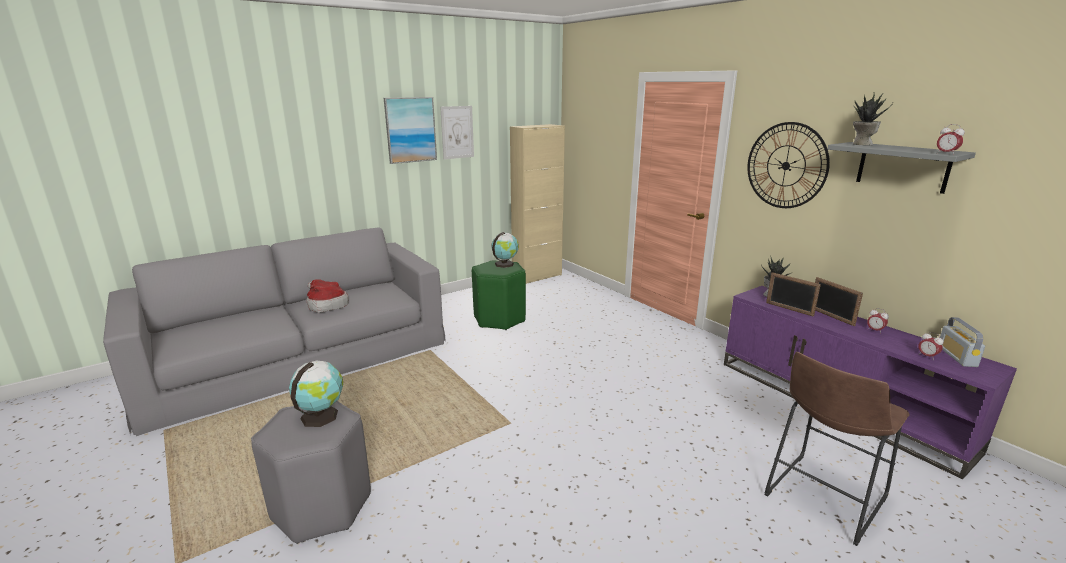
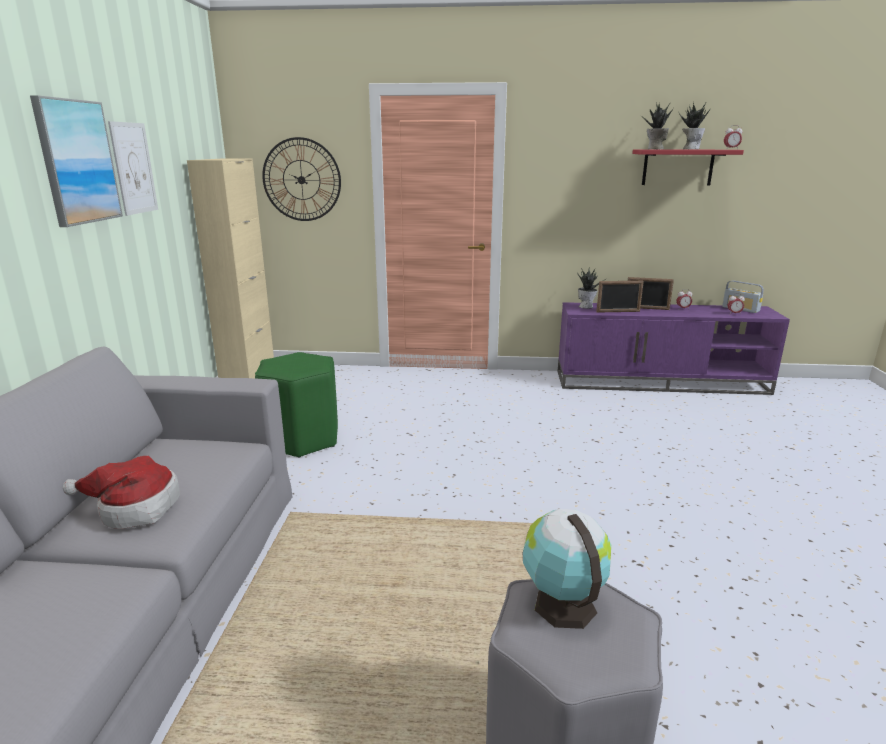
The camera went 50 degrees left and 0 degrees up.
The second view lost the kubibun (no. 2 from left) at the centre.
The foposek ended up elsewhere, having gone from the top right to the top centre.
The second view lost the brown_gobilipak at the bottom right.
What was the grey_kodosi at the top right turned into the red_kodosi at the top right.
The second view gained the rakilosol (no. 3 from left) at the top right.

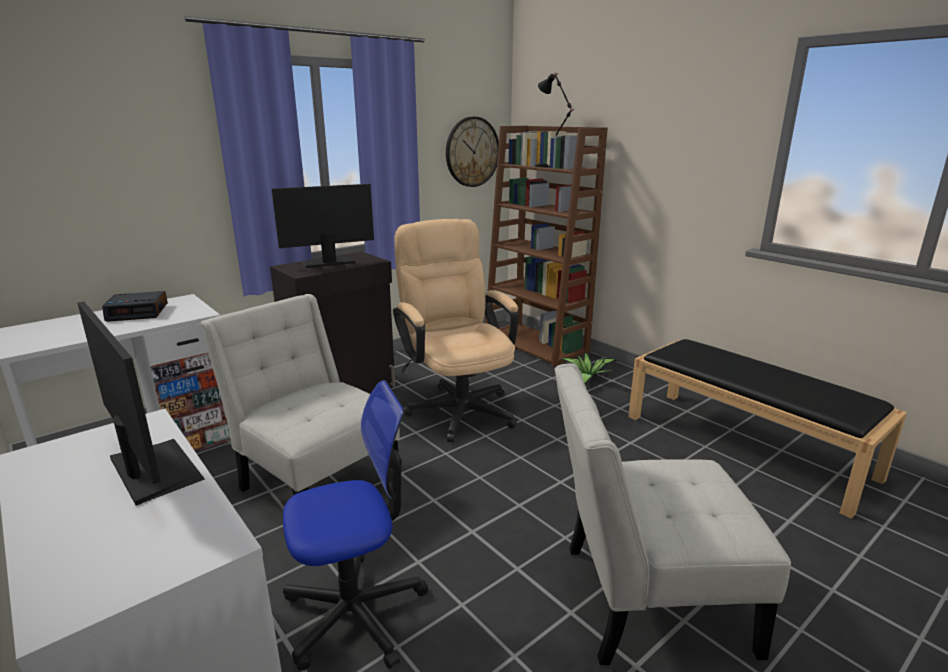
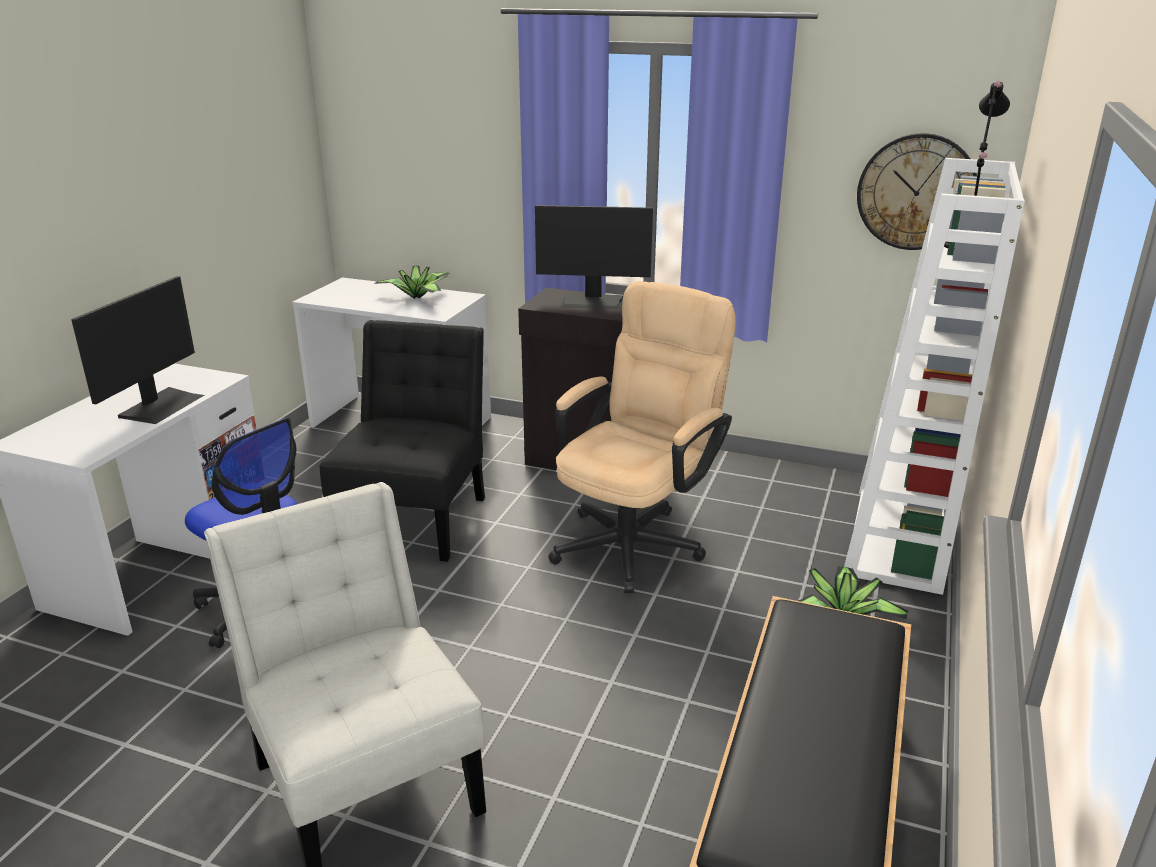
The camera went 60 degrees right and 5 degrees up.
Where the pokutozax stood at the middle left, the rakilosol (no. 1 from left) came to stand at the top centre.
What was the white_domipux (no. 1 from left) at the middle left turned into the black_domipux at the centre.
The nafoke (no. 2 from left) at the centre ended up facing another way, 150 degrees clockwise from before.
What was the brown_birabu at the centre turned into the white_birabu at the middle right.

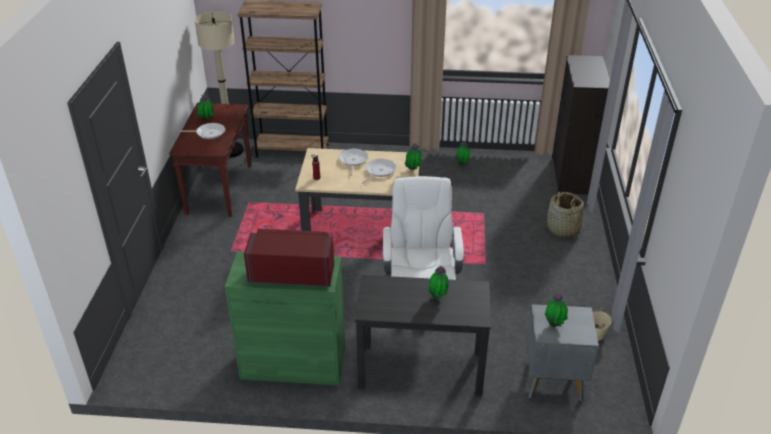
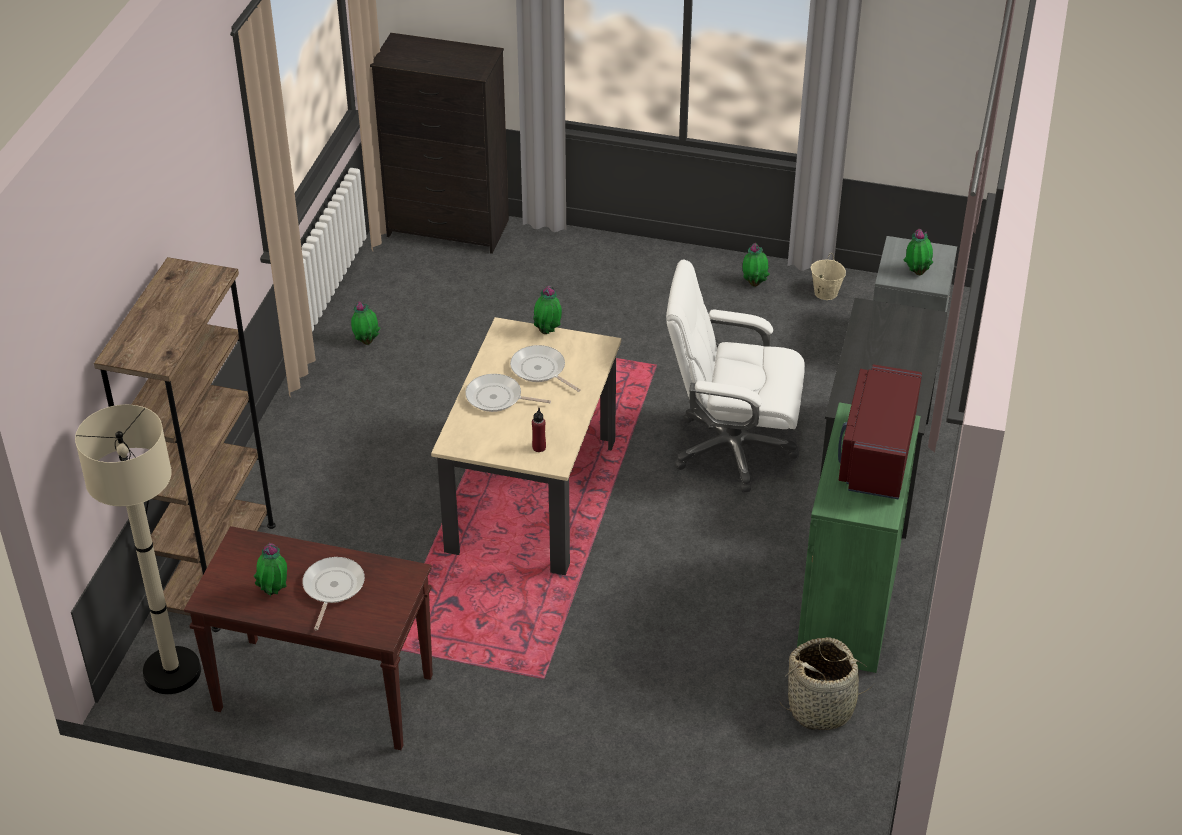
The camera went 80 degrees left and 5 degrees up.
The rakilosol (no. 3 from left in the first image) ended up elsewhere, having gone from the centre to the top centre.
The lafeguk ended up elsewhere, having gone from the middle right to the bottom right.

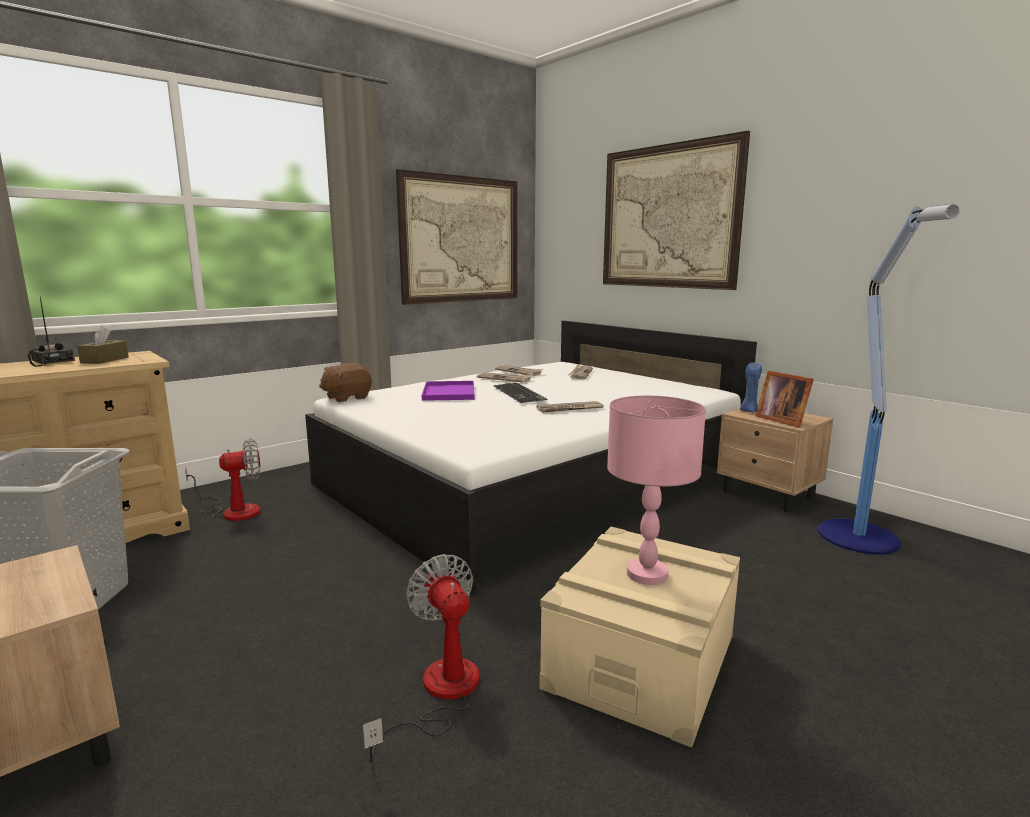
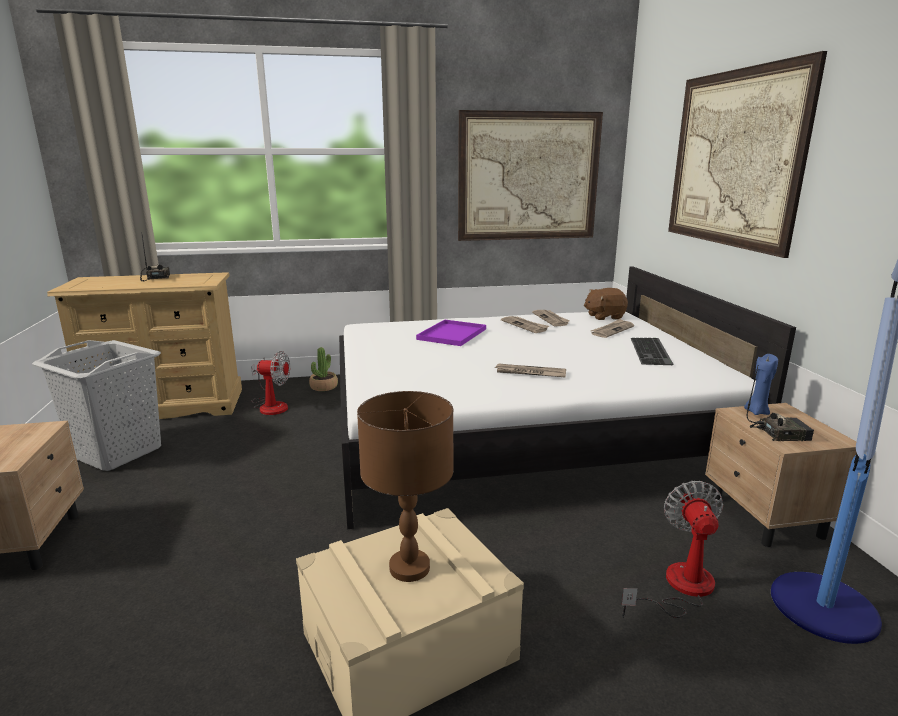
The camera went 30 degrees right and 5 degrees up.
The second view lost the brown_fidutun at the middle left.
The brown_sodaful ended up elsewhere, having gone from the centre to the middle right.
The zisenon (no. 2 from left) ended up elsewhere, having gone from the bottom centre to the bottom right.
The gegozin ended up elsewhere, having gone from the centre to the middle right.
What was the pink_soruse at the centre turned into the brown_soruse at the bottom centre.
Where the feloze stood at the middle right, the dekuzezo (no. 2 from left) came to stand at the middle right.
The second view gained the rakilosol at the centre.

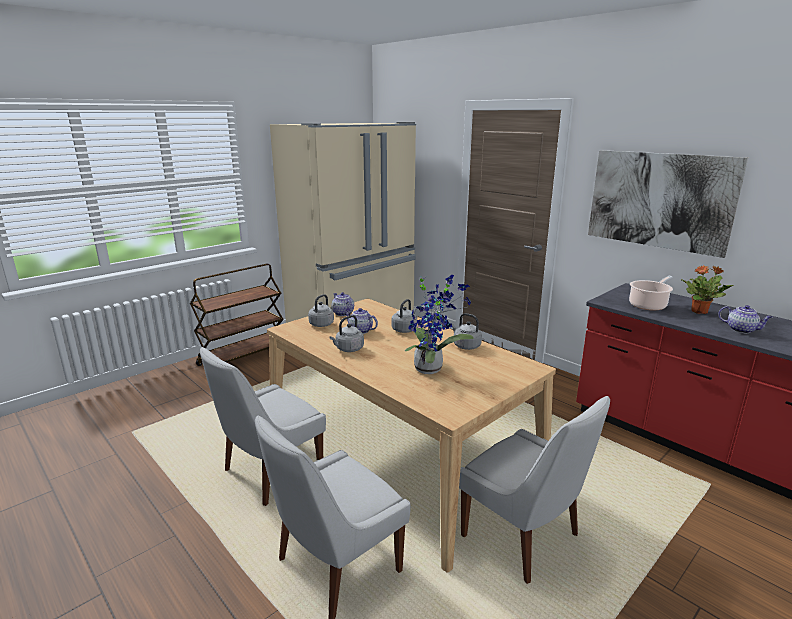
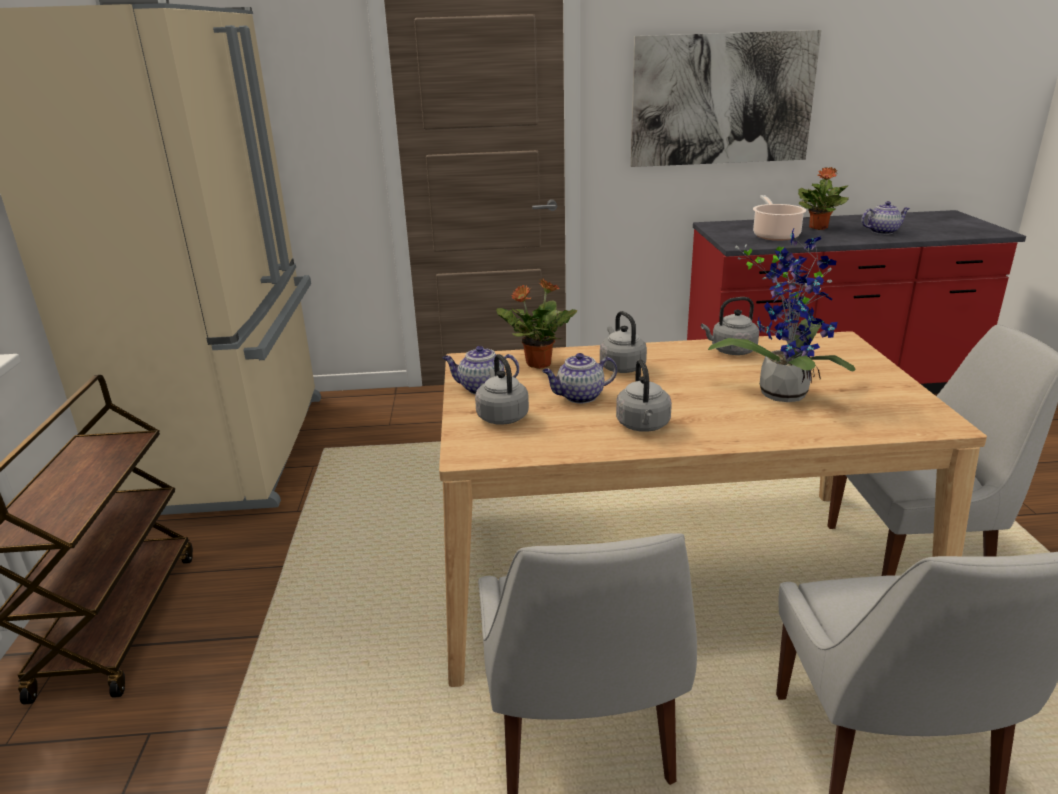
The camera went 50 degrees left and 5 degrees up.
The second view gained the rakilosol (no. 1 from left) at the centre.

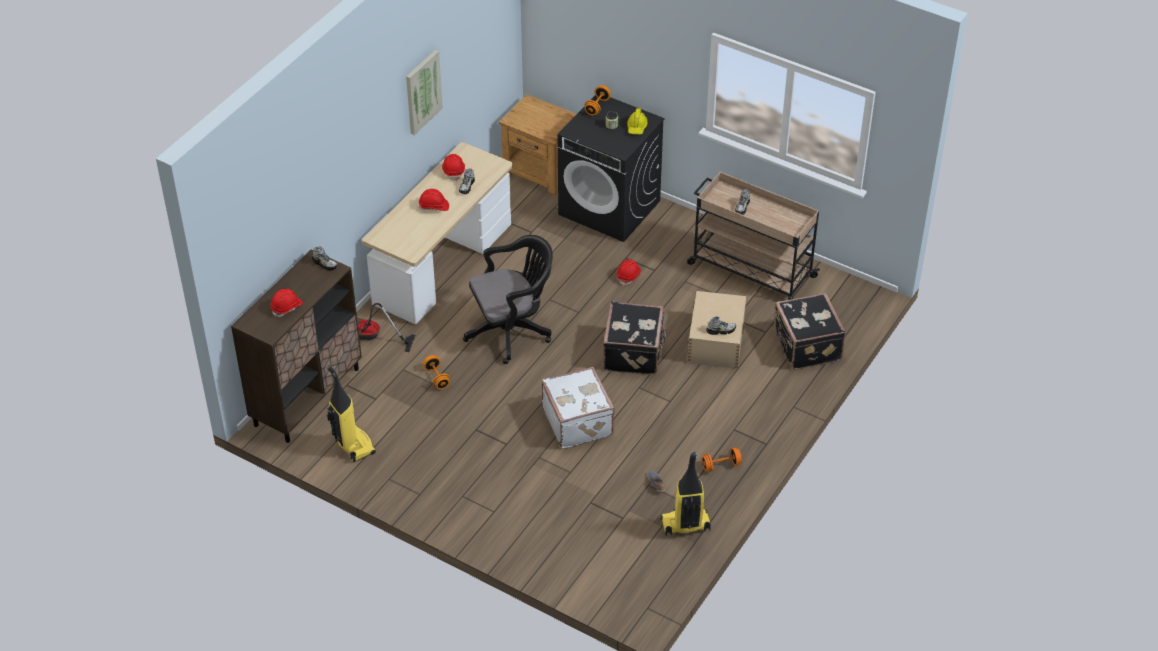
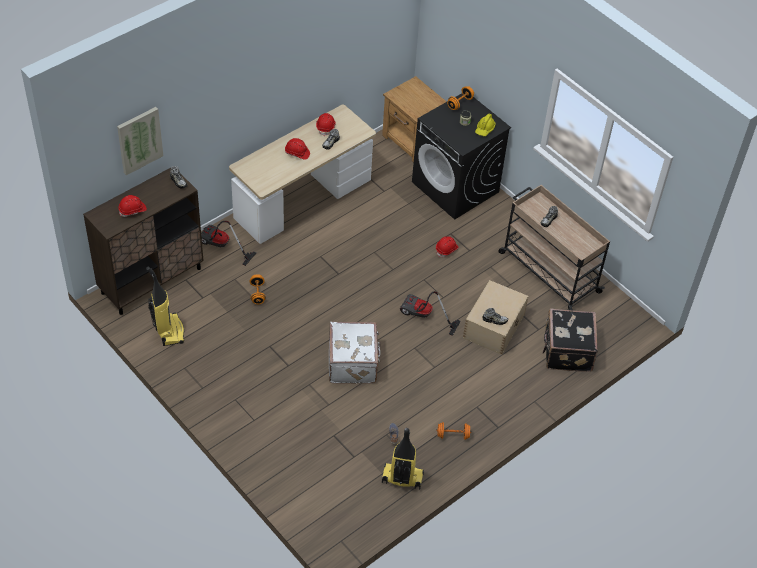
The camera went 15 degrees right and 5 degrees up.
The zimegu ended up elsewhere, having gone from the top centre to the top left.
The second view lost the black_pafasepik at the centre.
Where the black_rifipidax (no. 1 from left) stood at the centre, the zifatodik (no. 4 from left) came to stand at the centre.

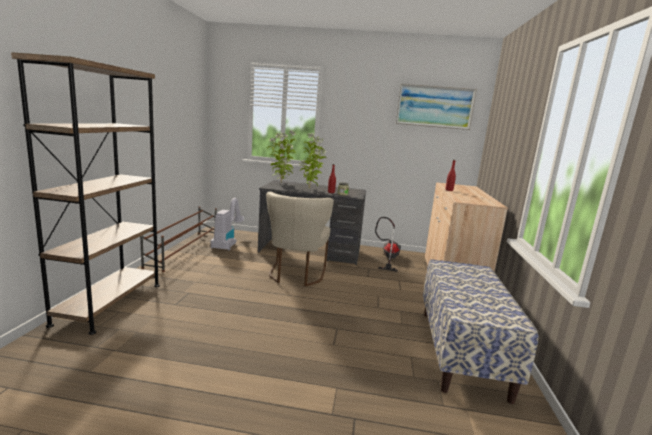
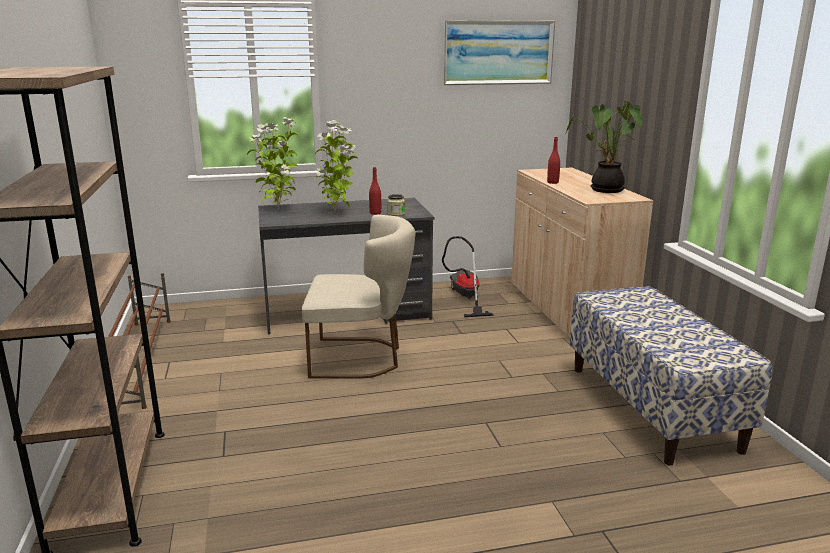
The camera went 20 degrees left and 5 degrees up.
The second view lost the zifatodik (no. 1 from left) at the centre.
The beige_domipux at the centre ended up facing another way, 75 degrees counterclockwise from before.
The second view gained the rakilosol (no. 3 from left) at the top right.

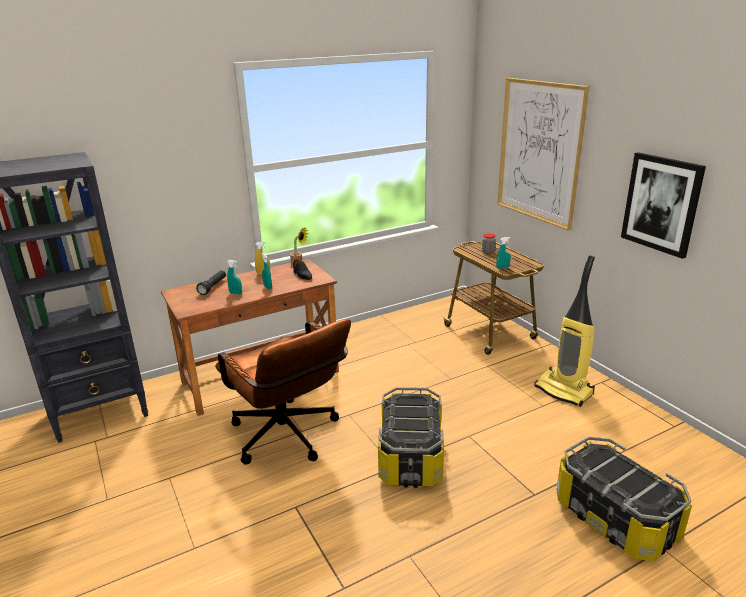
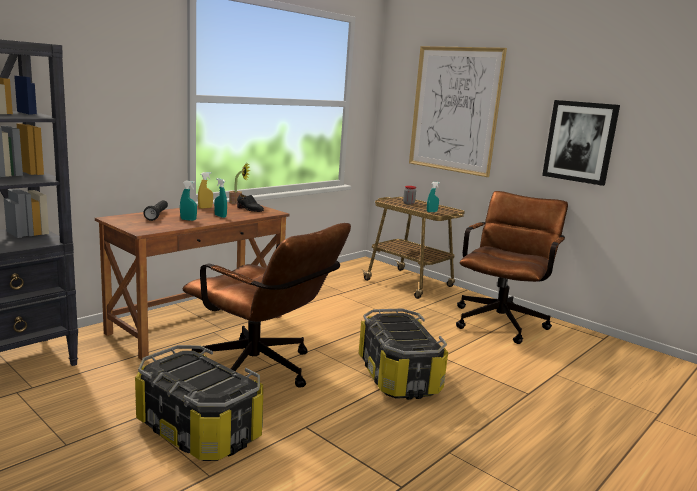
The camera went 20 degrees left and 10 degrees down.
Where the zifatodik stood at the middle right, the brown_pafasepik (no. 2 from left) came to stand at the middle right.
The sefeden (no. 2 from left in the first image) ended up elsewhere, having gone from the bottom right to the bottom left.

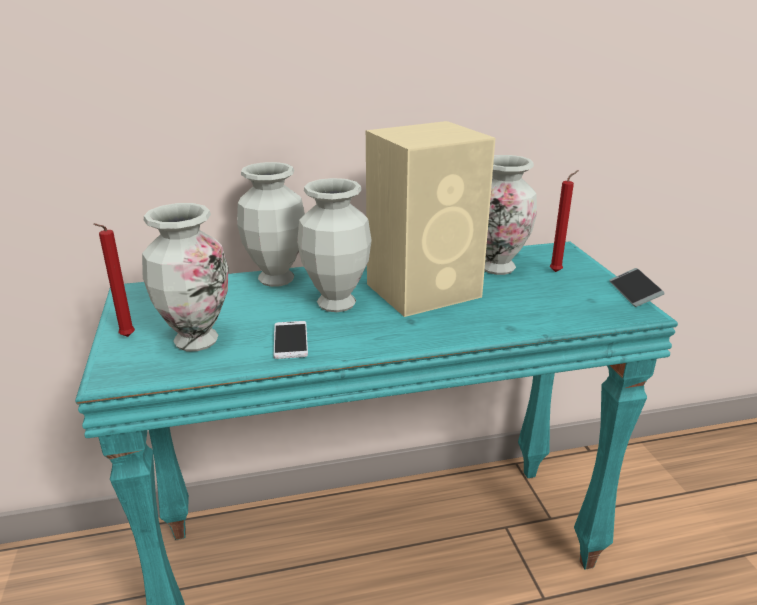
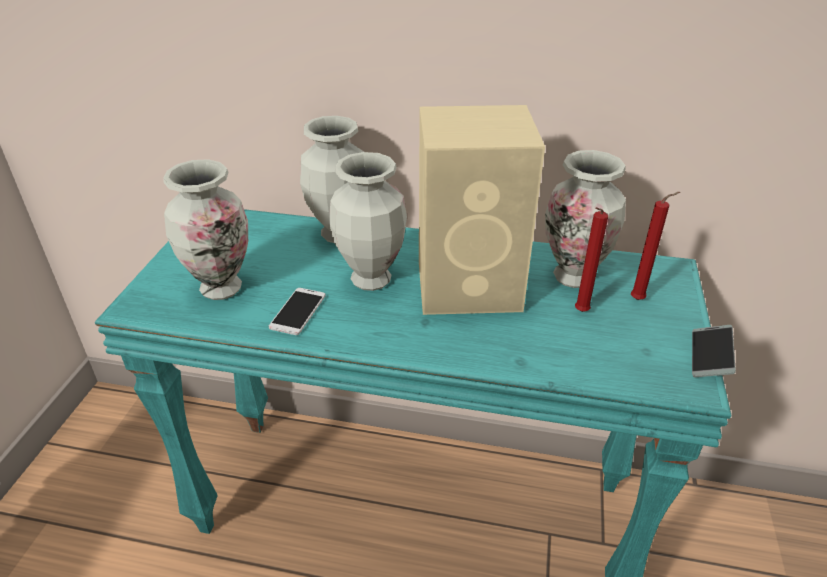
The camera went 25 degrees right and 10 degrees up.
The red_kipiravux (no. 1 from left) ended up elsewhere, having gone from the middle left to the middle right.

